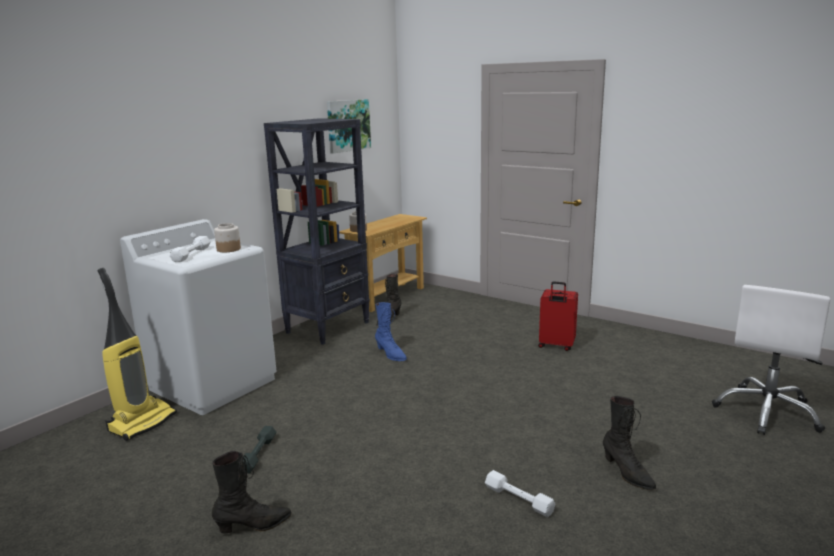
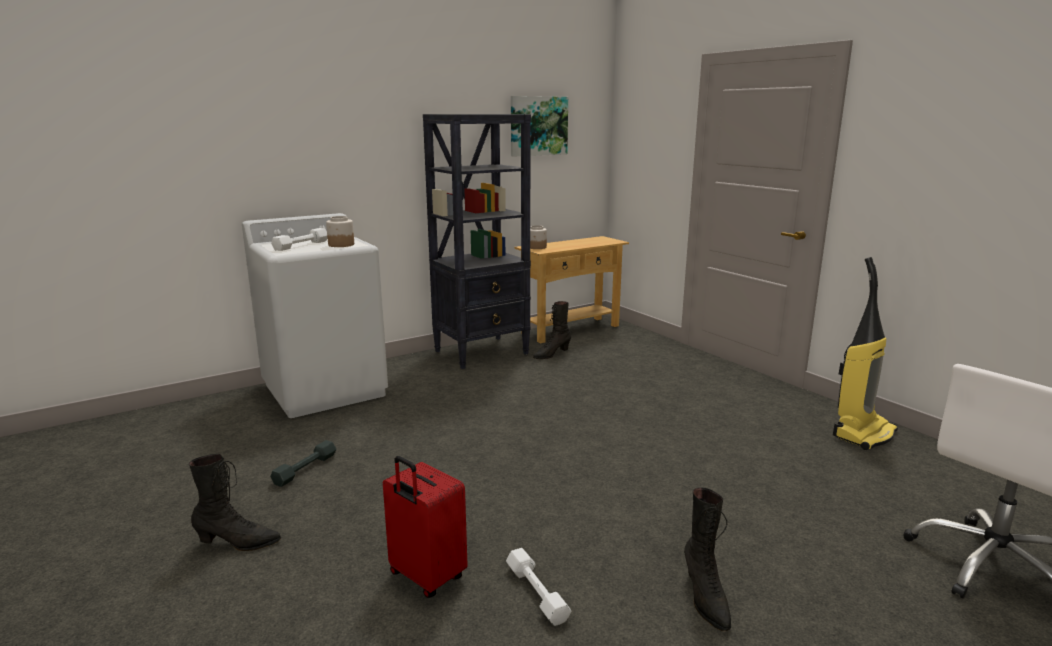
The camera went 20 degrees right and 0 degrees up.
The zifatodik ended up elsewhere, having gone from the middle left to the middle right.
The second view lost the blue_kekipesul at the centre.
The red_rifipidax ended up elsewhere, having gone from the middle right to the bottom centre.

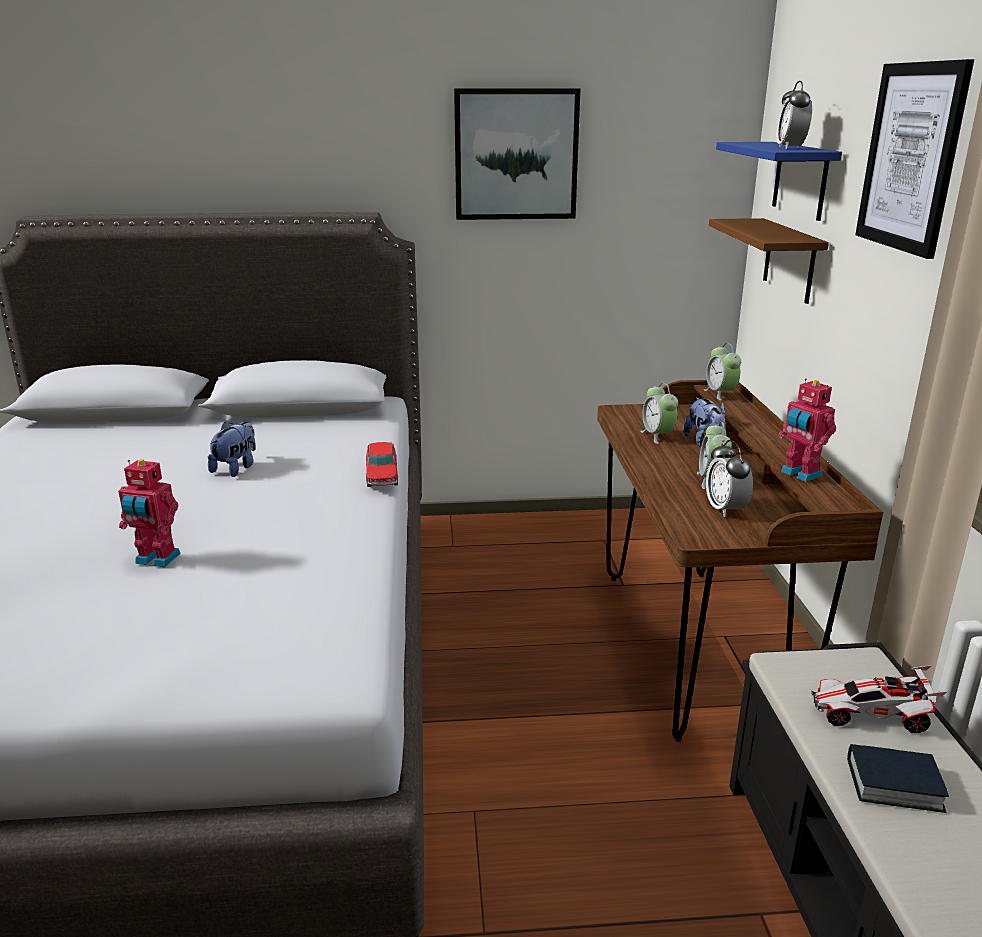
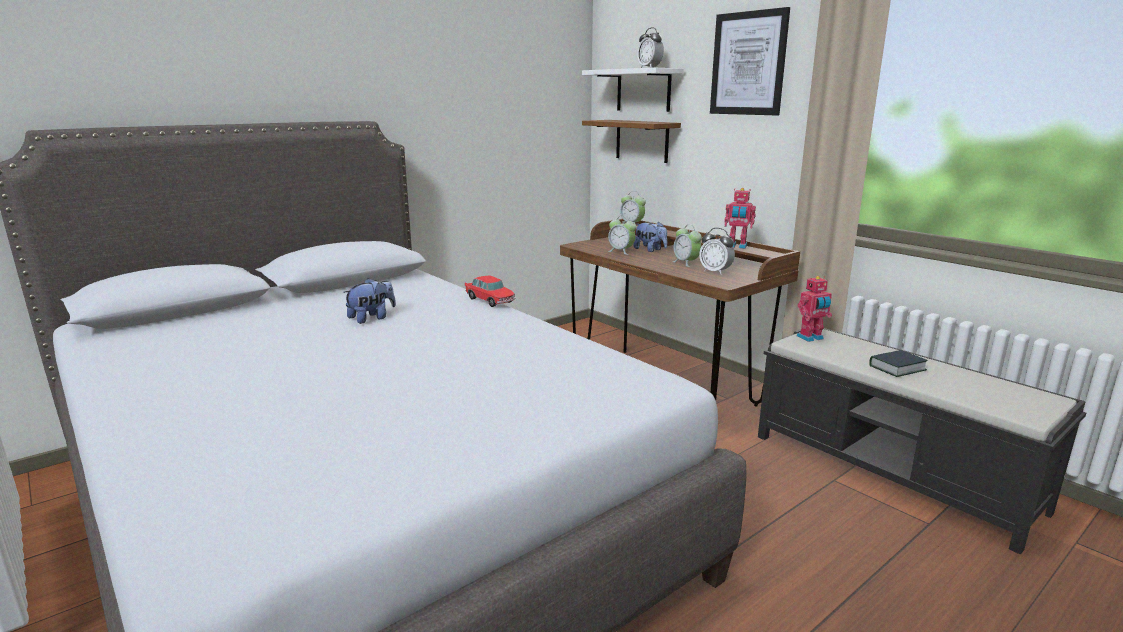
The camera went 35 degrees left and 5 degrees down.
The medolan (no. 1 from left in the first image) ended up elsewhere, having gone from the middle left to the middle right.
The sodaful (no. 1 from left) at the middle left ended up facing another way, 60 degrees clockwise from before.
The second view lost the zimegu (no. 1 from left) at the top centre.
What was the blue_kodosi at the top right turned into the white_kodosi at the top centre.
The second view lost the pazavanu (no. 2 from left) at the bottom right.

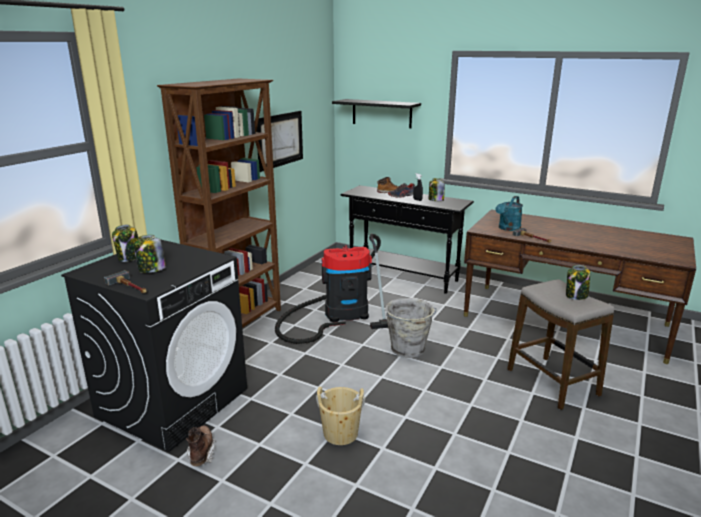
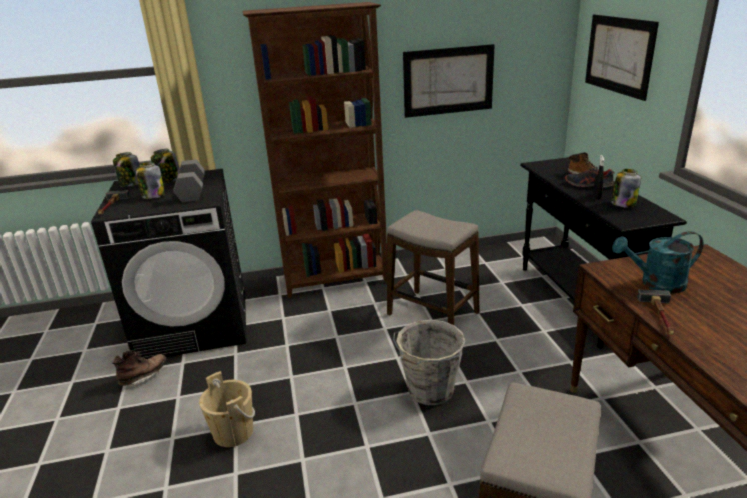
The camera went 50 degrees right and 5 degrees up.
Where the zifatodik stood at the centre, the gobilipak (no. 1 from left) came to stand at the centre.
Where the black_kodosi hung at the top centre, the zimegu (no. 2 from left) came to hang at the top right.
The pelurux (no. 4 from left in the first image) ended up elsewhere, having gone from the middle right to the middle left.
The second view gained the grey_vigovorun at the middle left.

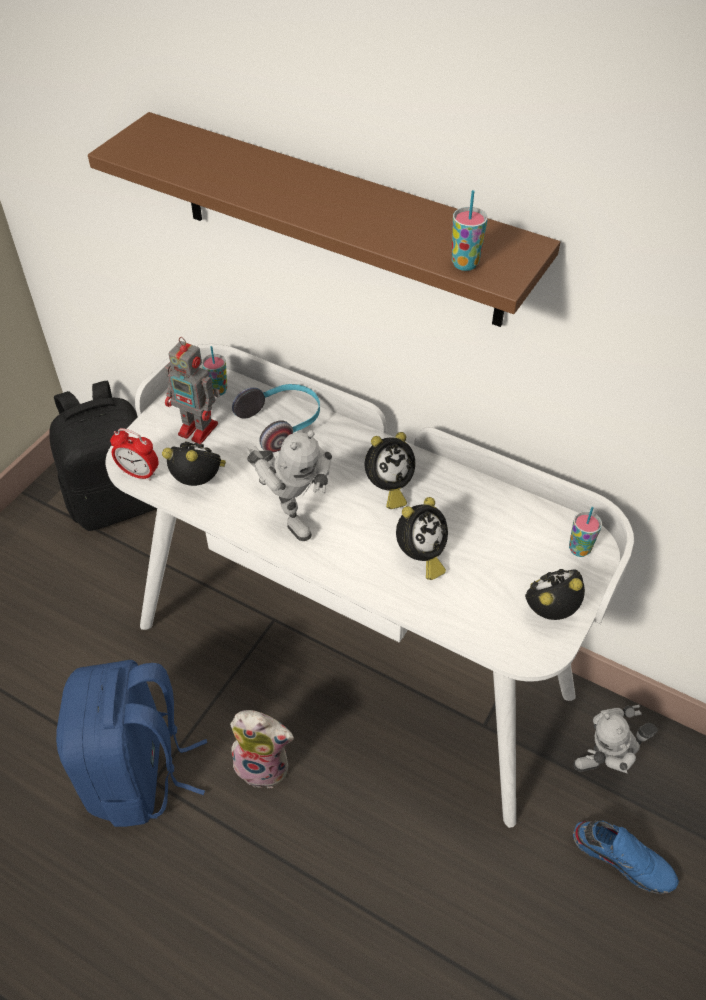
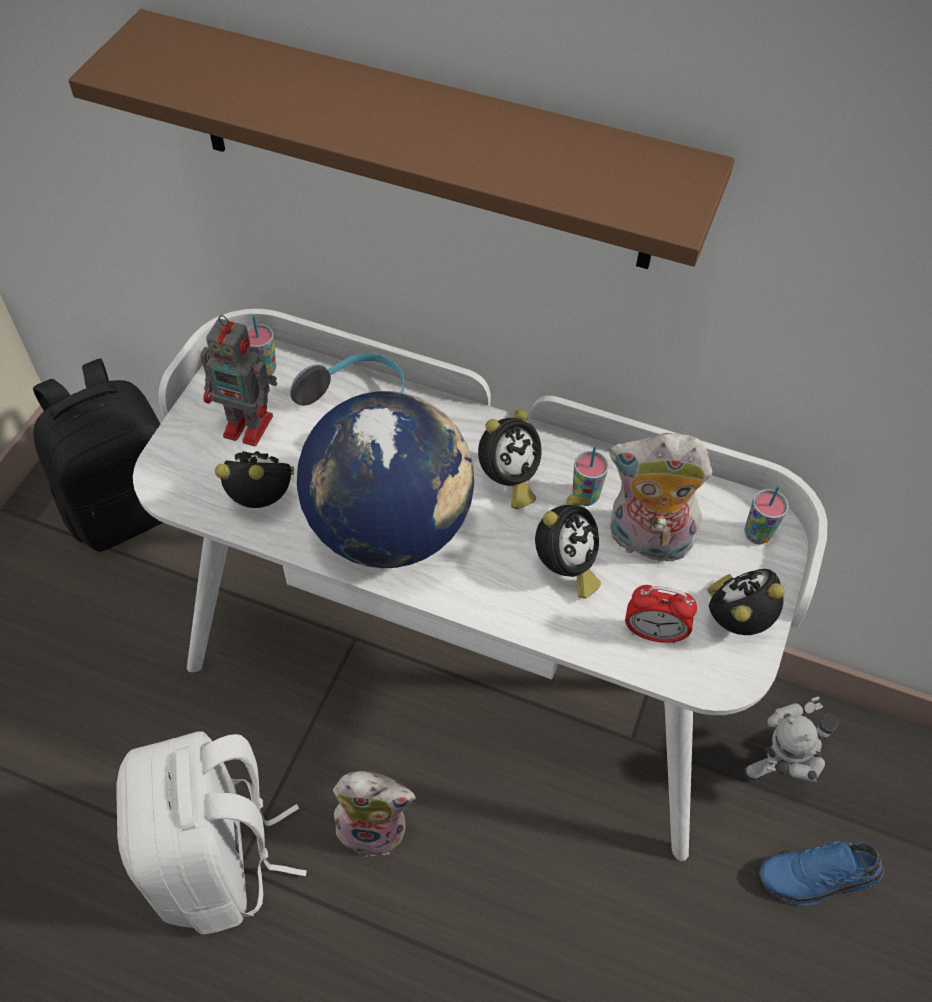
The camera went 10 degrees left and 5 degrees up.
What was the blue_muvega at the bottom left turned into the white_muvega at the bottom left.
The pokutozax (no. 1 from left in the first image) ended up elsewhere, having gone from the middle left to the middle right.
Where the medolan (no. 2 from left) stood at the centre, the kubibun came to stand at the centre.
The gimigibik (no. 2 from left) ended up elsewhere, having gone from the top centre to the centre.
The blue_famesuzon at the bottom right ended up facing another way, 150 degrees clockwise from before.
The second view gained the sodaful (no. 2 from left) at the middle right.

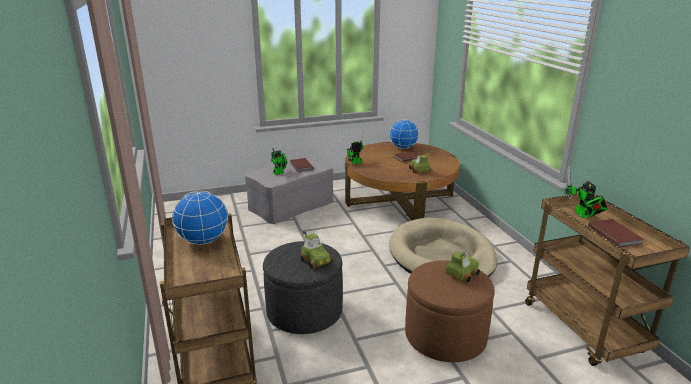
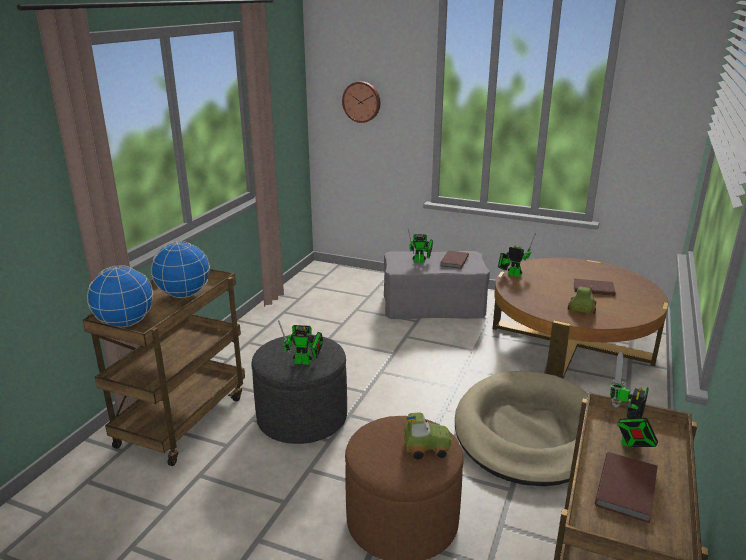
The camera went 40 degrees right and 0 degrees up.
Where the pazavanu (no. 1 from left) stood at the centre, the medolan (no. 1 from left) came to stand at the centre.
The kubibun (no. 2 from left in the first image) ended up elsewhere, having gone from the centre to the middle left.
The second view gained the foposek at the top centre.

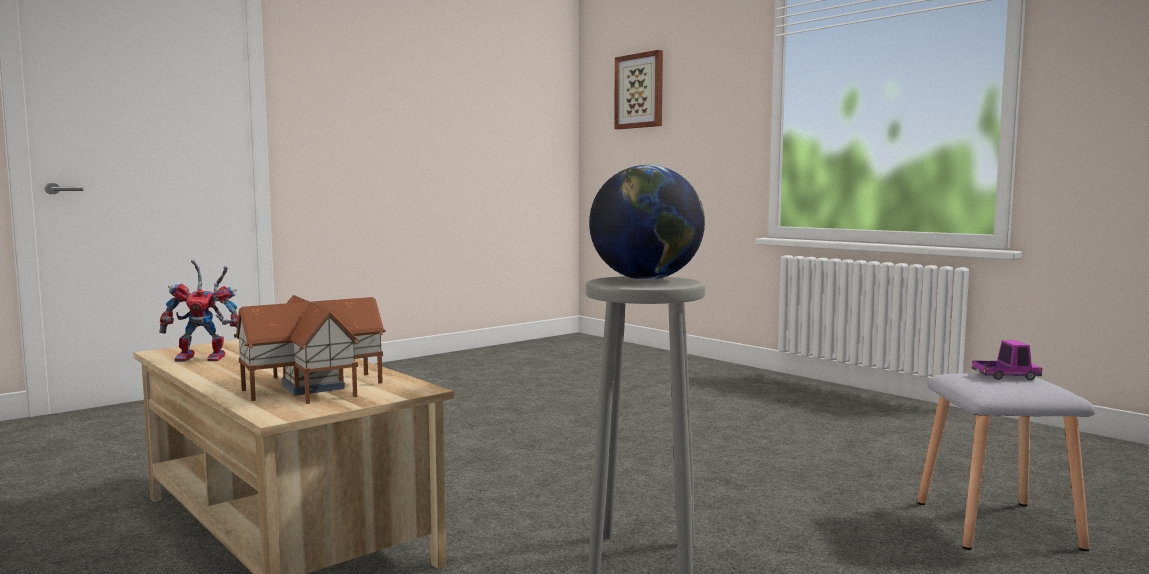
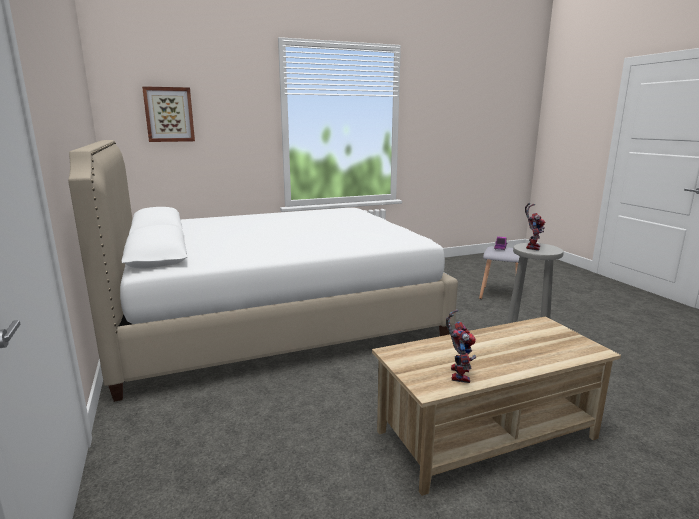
The camera went 70 degrees left and 10 degrees up.
The second view lost the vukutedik at the middle left.
Where the kubibun stood at the centre, the medolan (no. 2 from left) came to stand at the middle right.
The second view gained the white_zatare at the centre.

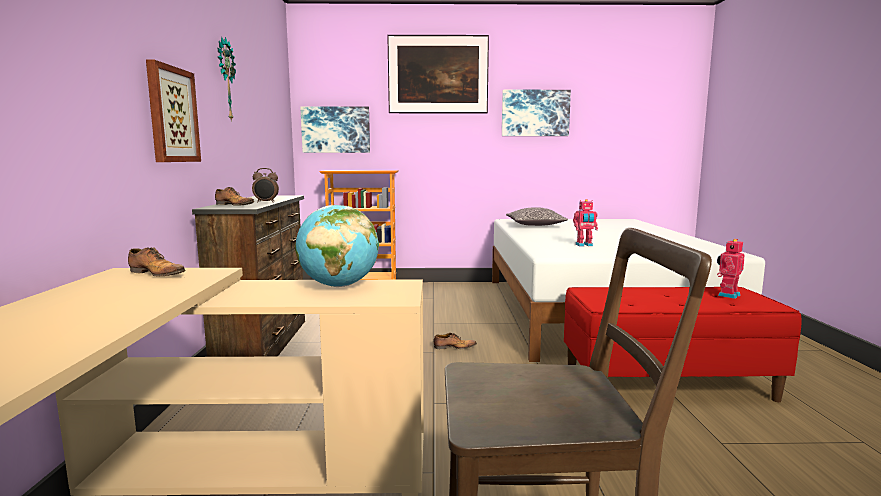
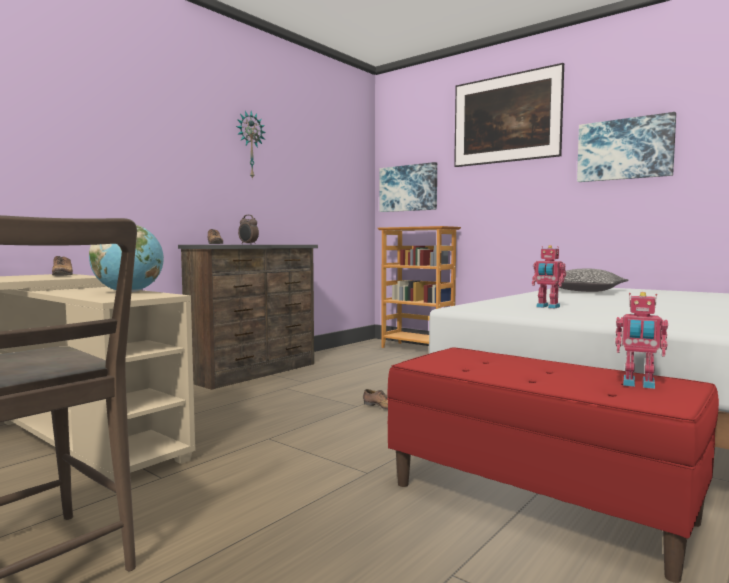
The camera went 40 degrees right and 5 degrees down.
The second view lost the zimegu (no. 1 from left) at the top left.
The medolan (no. 2 from left) at the middle right ended up facing another way, 150 degrees counterclockwise from before.

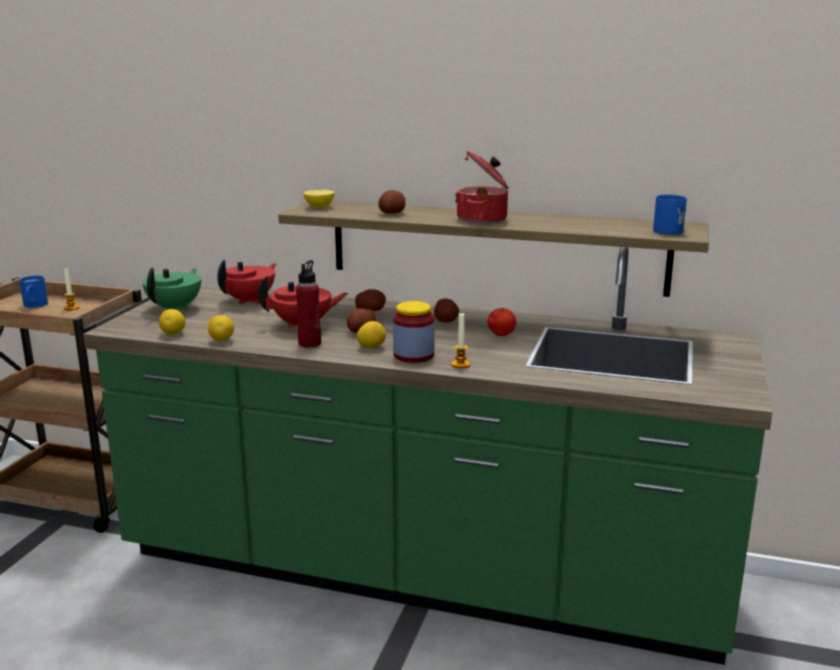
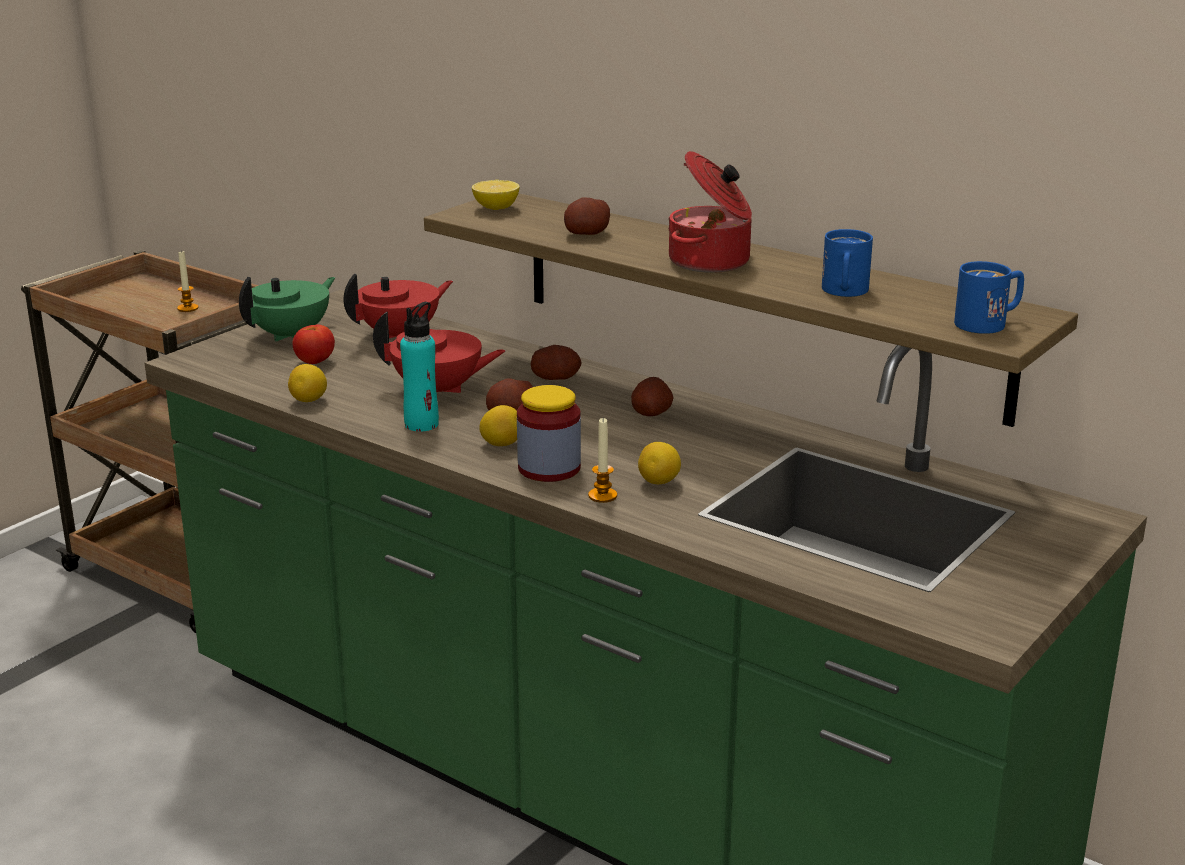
The camera went 20 degrees right and 5 degrees up.
The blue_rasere (no. 1 from left) ended up elsewhere, having gone from the middle left to the top right.
The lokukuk (no. 1 from left in the first image) ended up elsewhere, having gone from the middle left to the centre.
What was the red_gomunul at the centre turned into the turquoise_gomunul at the centre.
The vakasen ended up elsewhere, having gone from the centre to the middle left.

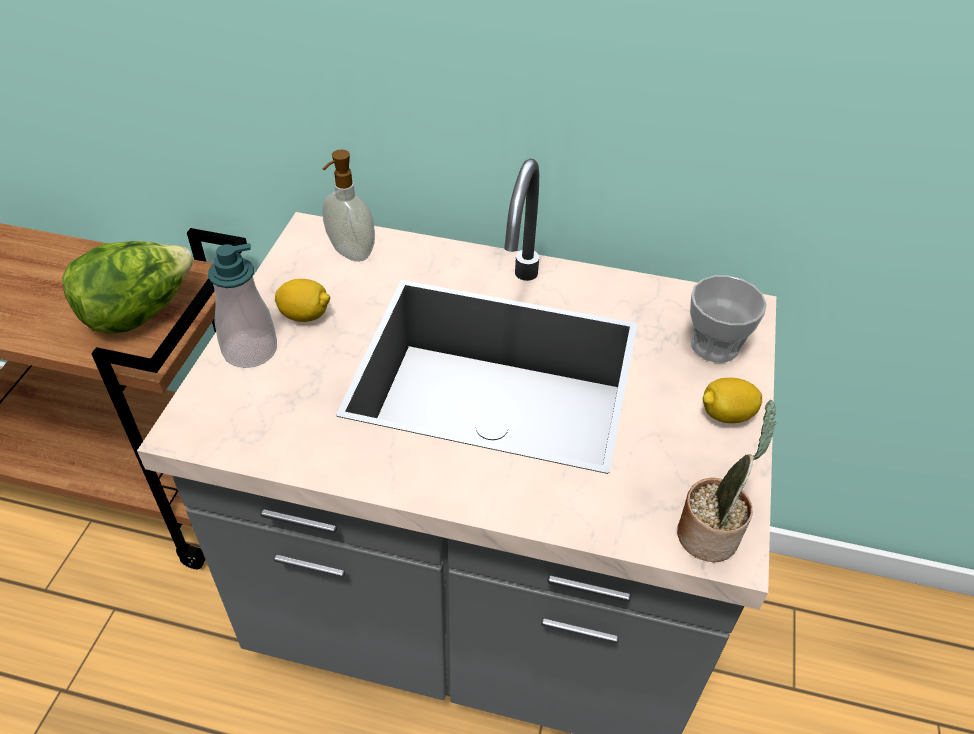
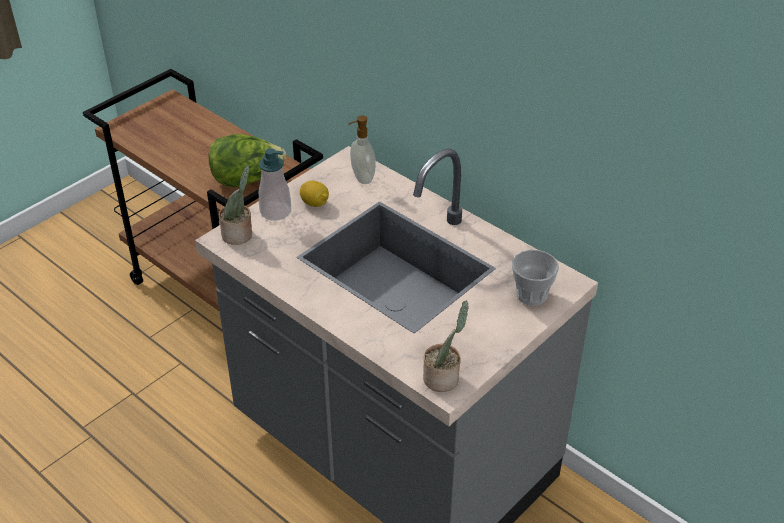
The camera went 30 degrees right and 5 degrees down.
The second view lost the lokukuk (no. 2 from left) at the middle right.
The second view gained the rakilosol (no. 1 from left) at the middle left.

